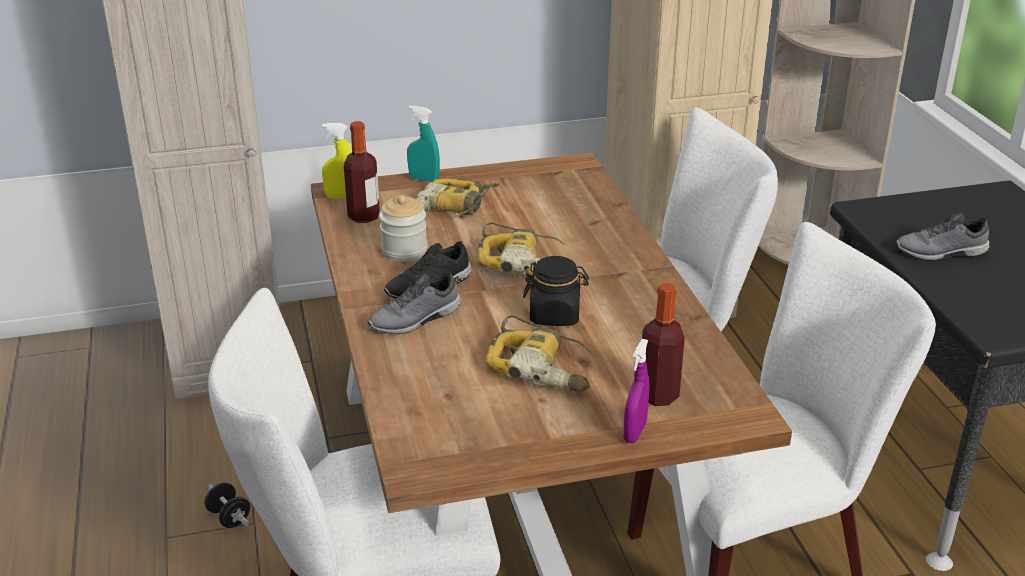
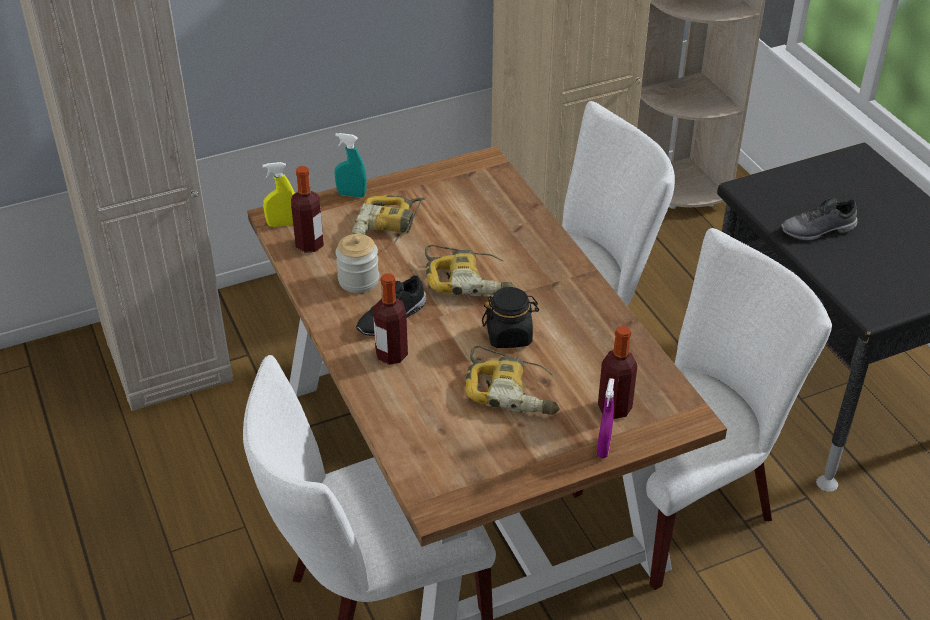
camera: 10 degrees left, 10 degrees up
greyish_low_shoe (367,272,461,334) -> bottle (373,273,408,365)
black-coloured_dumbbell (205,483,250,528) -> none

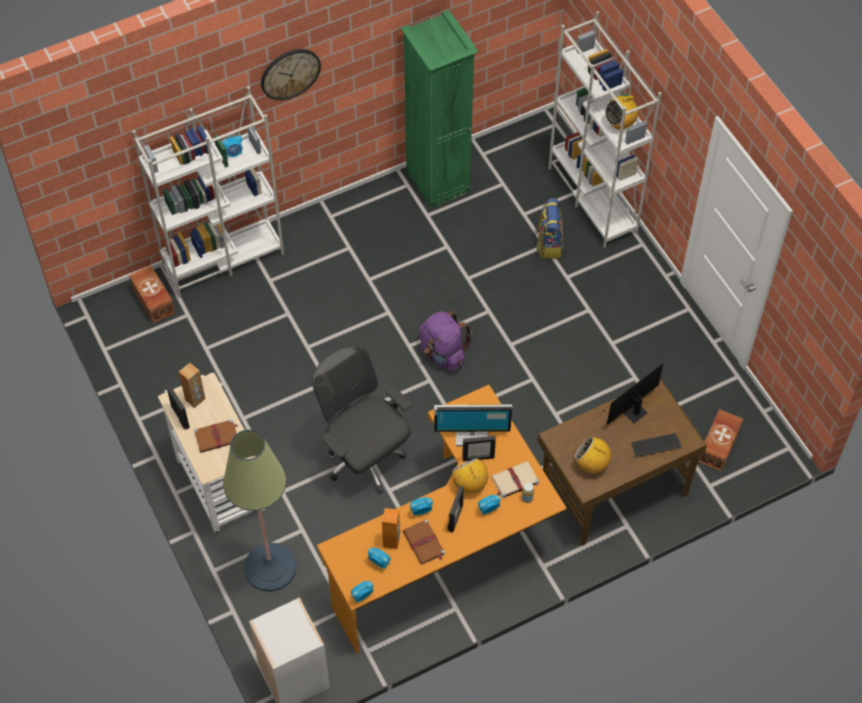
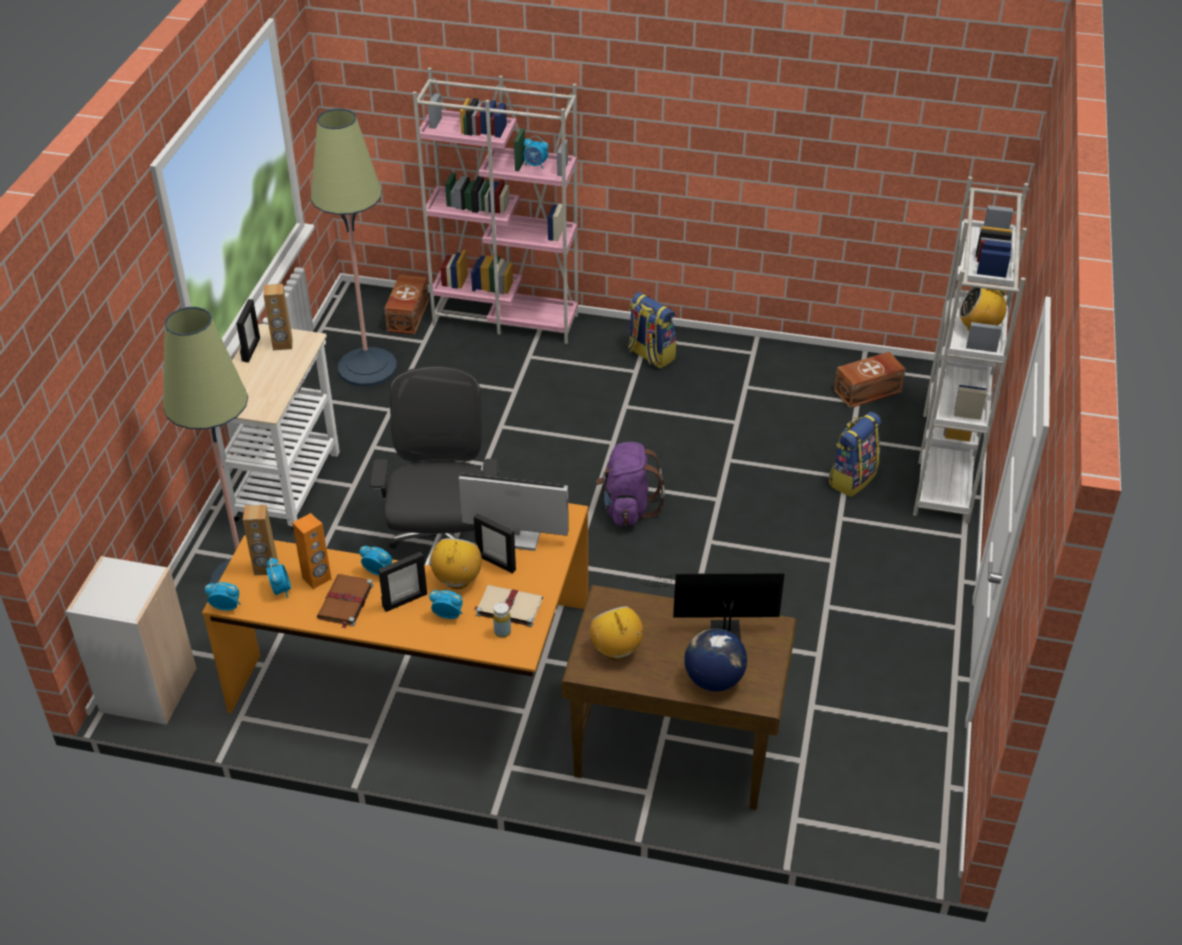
camera: 40 degrees right, 15 degrees down
green-coloured_cupboard (401,10,478,208) -> none
hanging_clock (261,49,321,100) -> none
white_bookcase (132,86,284,298) -> pink_bookcase (413,68,578,344)
computer_screen (434,405,512,447) -> computer_screen (459,473,569,551), 150 degrees clockwise
brownish_storage_box (698,409,743,471) -> brownish_storage_box (834,352,906,408), shifted
brownish_book (194,419,238,453) -> none
computer_keyboard (631,433,682,457) -> world_globe (684,628,747,691)
none -> standing_lamp (311,108,397,387)
none -> knapsack (628,292,676,369)
none -> brownish_speaker (243,505,278,575)

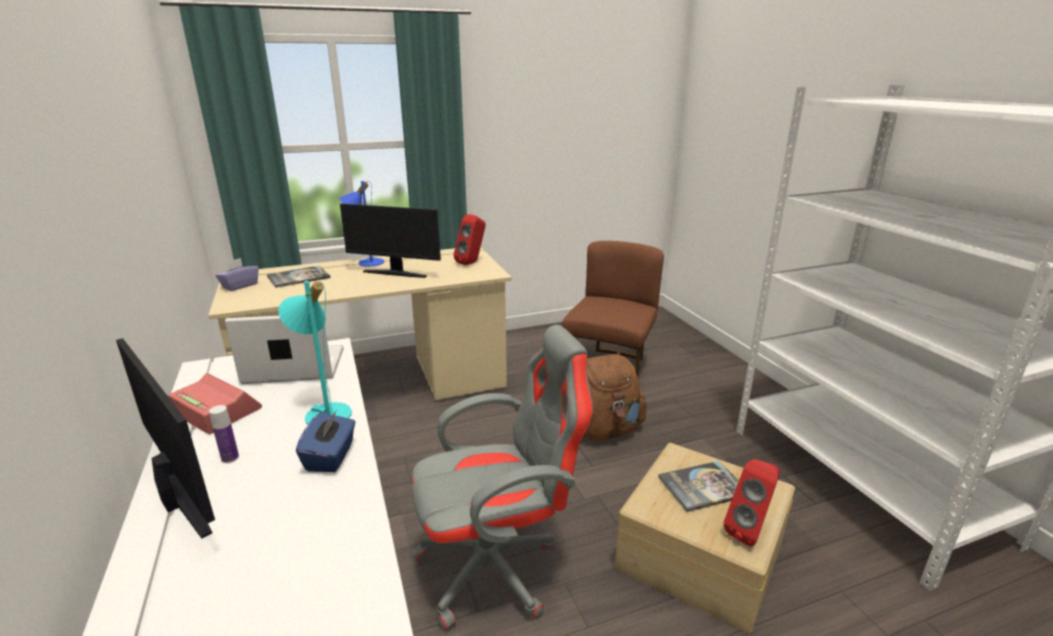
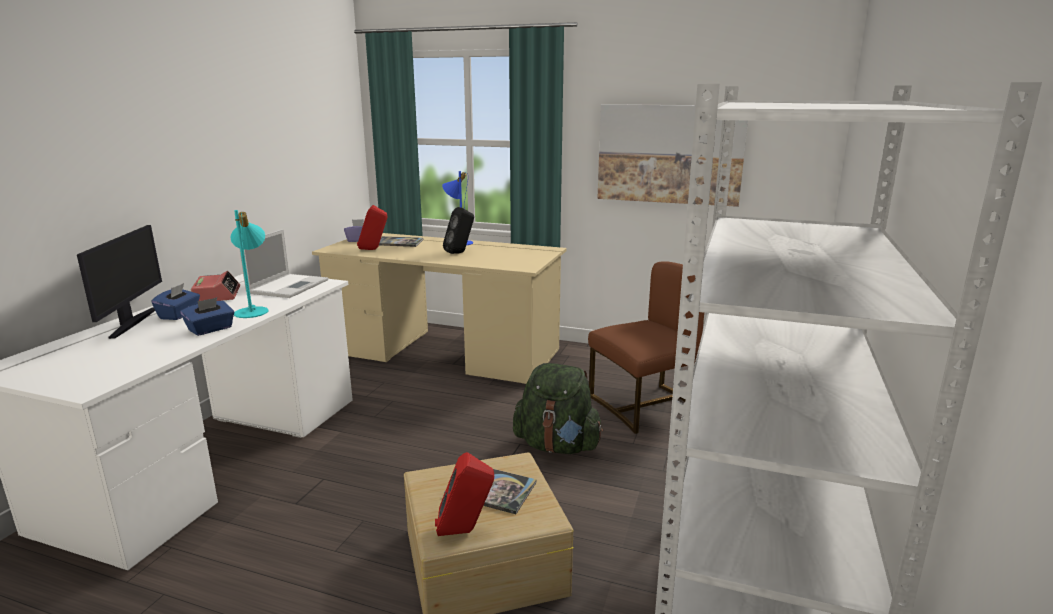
camera: 40 degrees right, 5 degrees down
computer_screen (340,204,441,278) -> black-coloured_speaker (443,207,474,254)
reddish_speaker (454,214,486,265) -> reddish_speaker (357,205,387,250), shifted
portable_computer (225,316,344,384) -> portable_computer (239,229,328,298), 75 degrees clockwise
greyish_office_chair (412,325,593,631) -> none
brownish_knapsack (584,354,647,441) -> green-coloured_knapsack (513,363,603,454)
bottle (209,405,239,463) -> bluish_box_of_tissues (152,283,200,320)
none -> wall_picture (597,104,748,207)

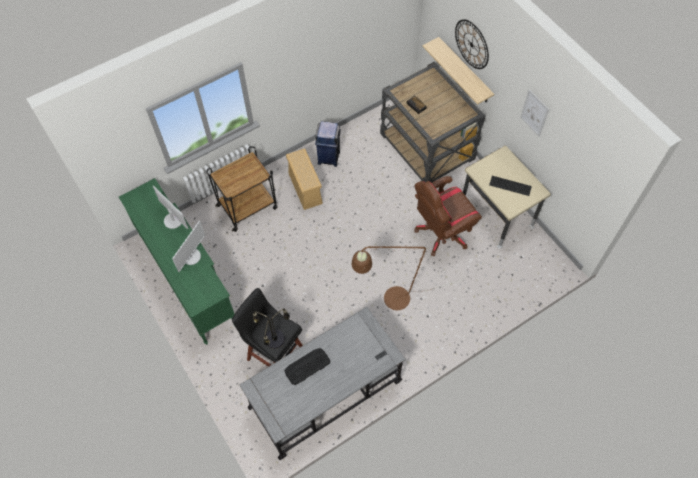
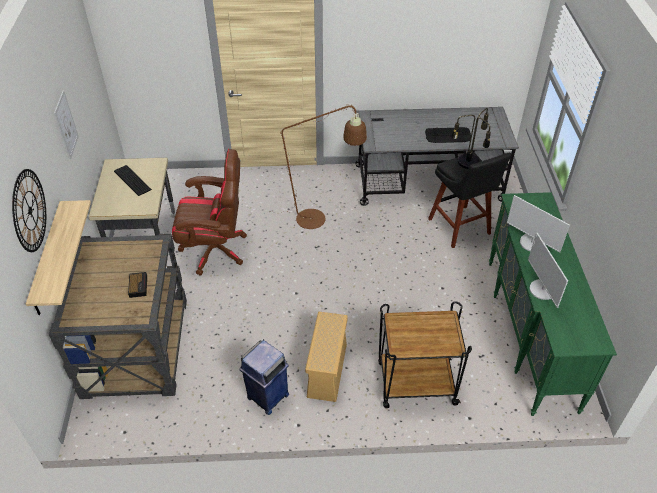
camera: 150 degrees left, 15 degrees down
computer_screen (172,221,205,272) -> computer_screen (507,195,570,252), 105 degrees counterclockwise

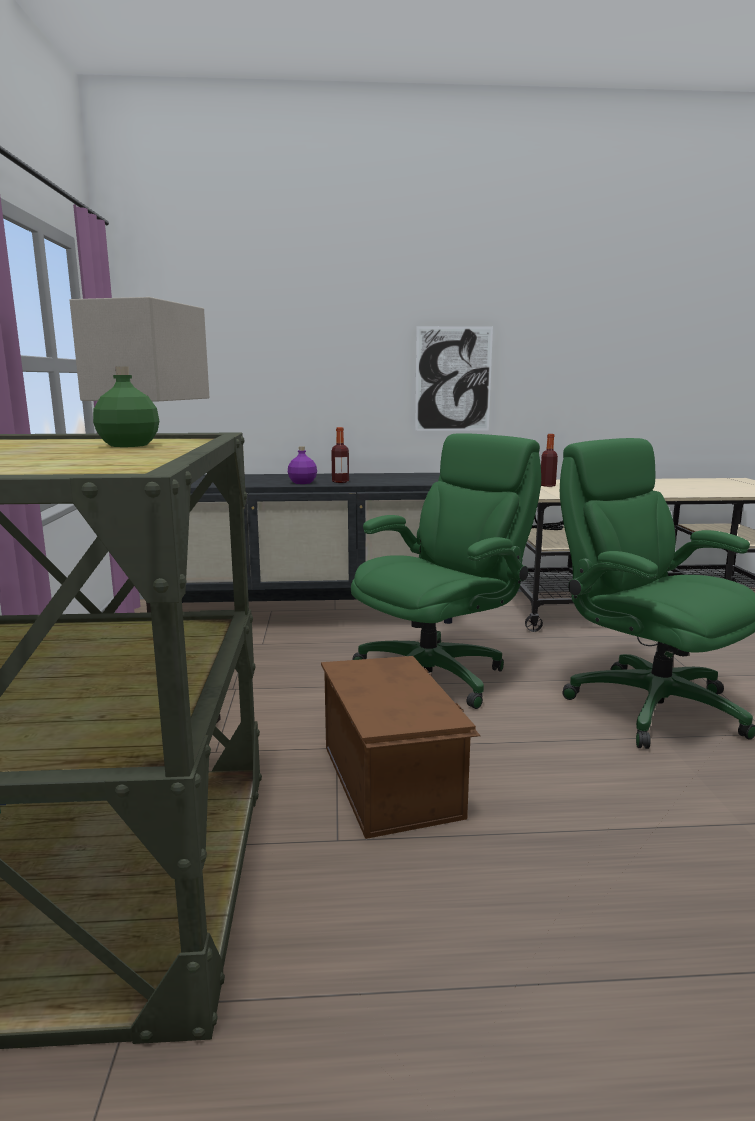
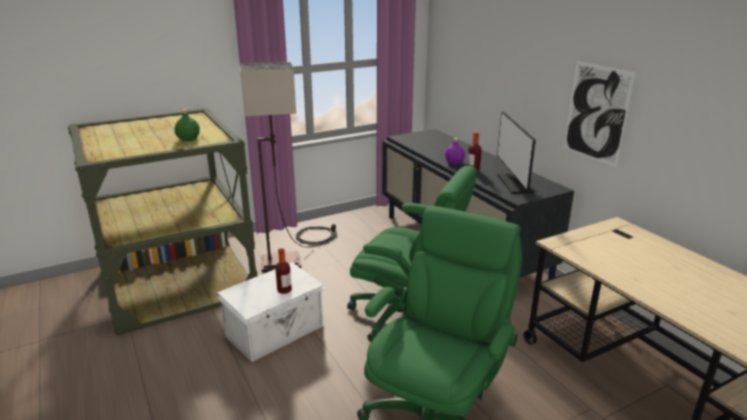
camera: 65 degrees right, 10 degrees up
bottle (541,434,558,487) -> bottle (275,248,292,294), shifted
brownish_storage_box (321,656,481,839) -> white_storage_box (217,262,326,362)
none -> computer_screen (497,111,536,194)

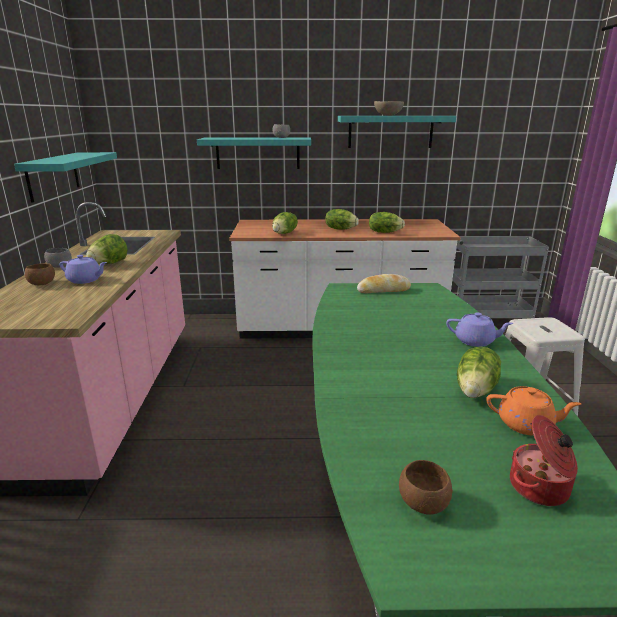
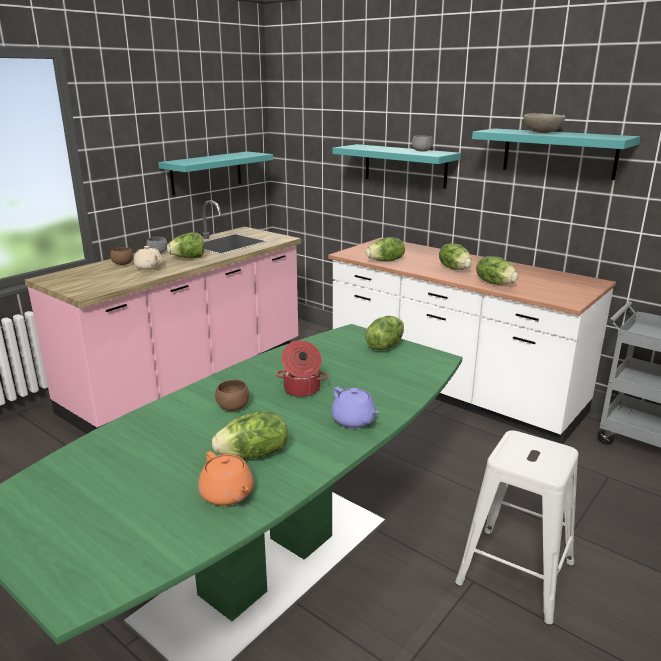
camera: 40 degrees right, 0 degrees up
purple_teapot (59,255,107,284) -> sand-coloured_teapot (134,246,163,270)
bread (357,274,411,293) -> lettuce_head (365,316,404,350)
saucepot (510,415,578,506) -> saucepot (276,340,328,397), shifted
brownish_serving_bowl (399,460,452,515) -> brownish_serving_bowl (215,379,249,411), shifted

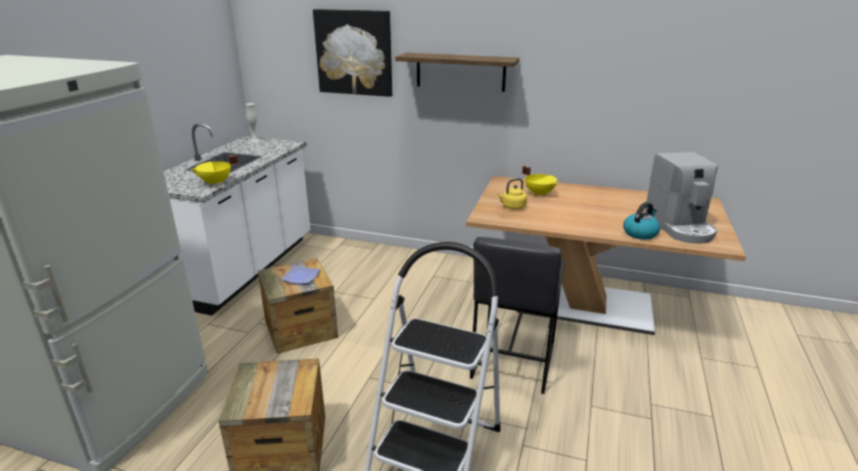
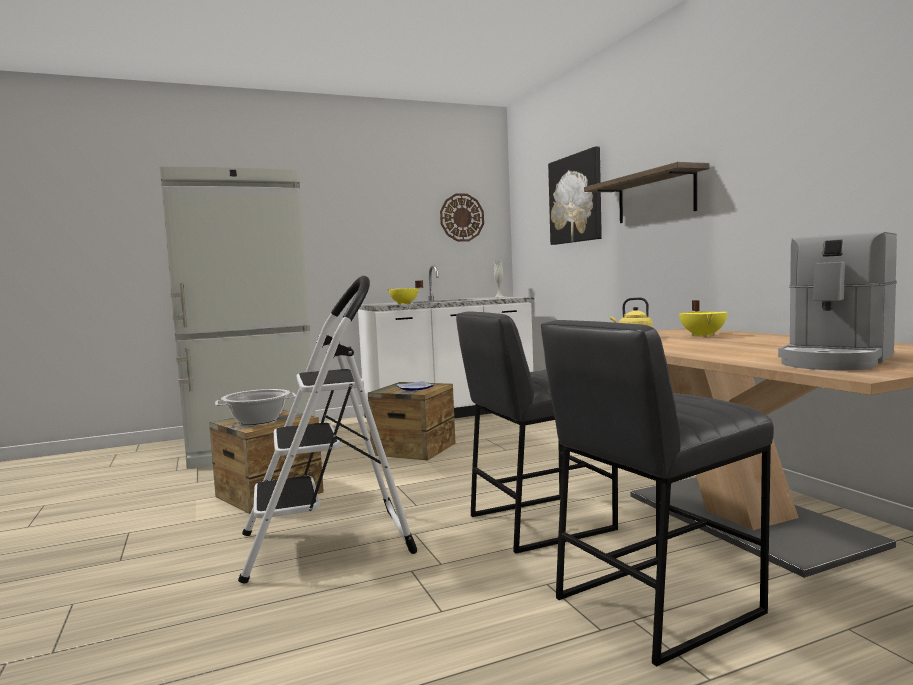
camera: 50 degrees right, 20 degrees down
kettle (623,202,660,240) -> none
none -> hanging_clock (440,194,484,242)
none -> greyish_stool (541,320,774,666)
none -> saucepot (215,389,296,425)

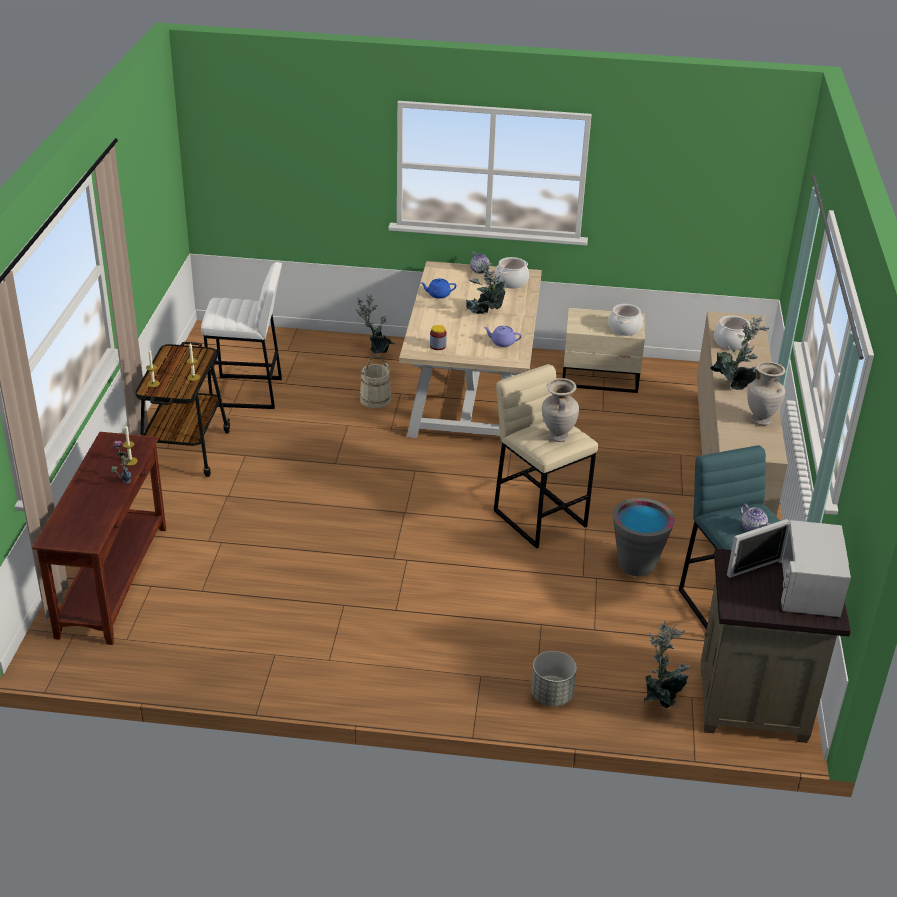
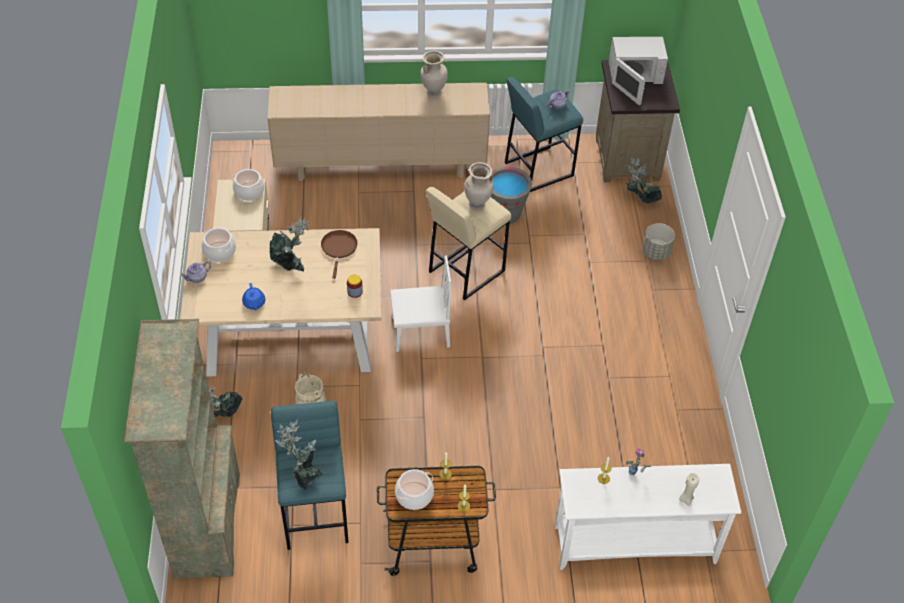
camera: 100 degrees left, 15 degrees up
white_stool (201,262,282,409) -> turquoise_stool (271,401,349,550)
saucepot (714,315,750,350) -> saucepot (395,469,434,510), shifted
plant_in_a_pot (711,317,769,390) -> plant_in_a_pot (275,419,323,490), shifted
purple_teapot (484,326,522,347) -> brownish_pan (321,230,357,279)
brownish_console_table (32,432,166,645) -> white_console_table (555,464,741,570)
none -> white_chair (390,256,451,352)
none -> green-coloured_bookcase (124,319,240,579)
none -> sand-coloured_wax_candle (679,473,699,507)

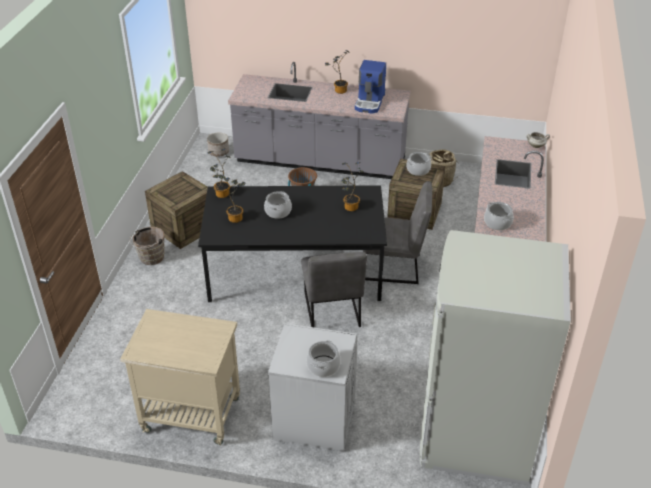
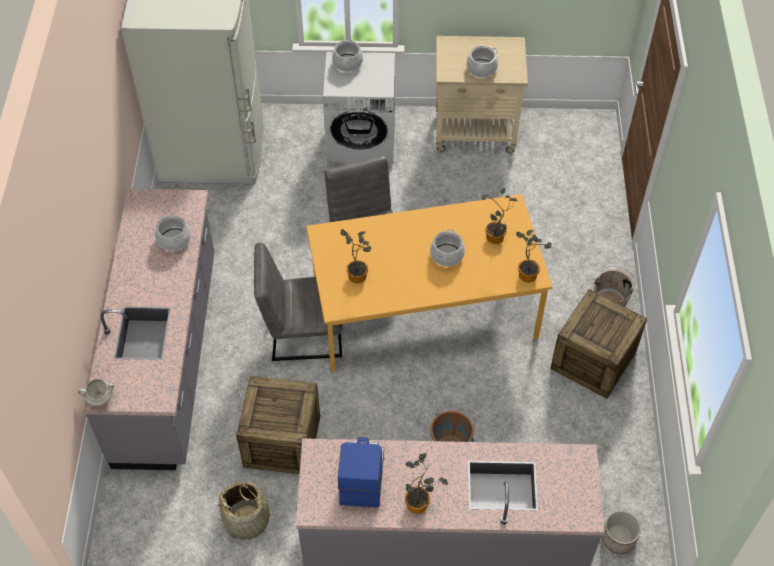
camera: 170 degrees right, 15 degrees up
saucepot (406,152,432,176) -> saucepot (467,45,498,78), shifted
black-coloured_dining_table (198,185,387,302) -> orangey_dining_table (306,194,553,372)

